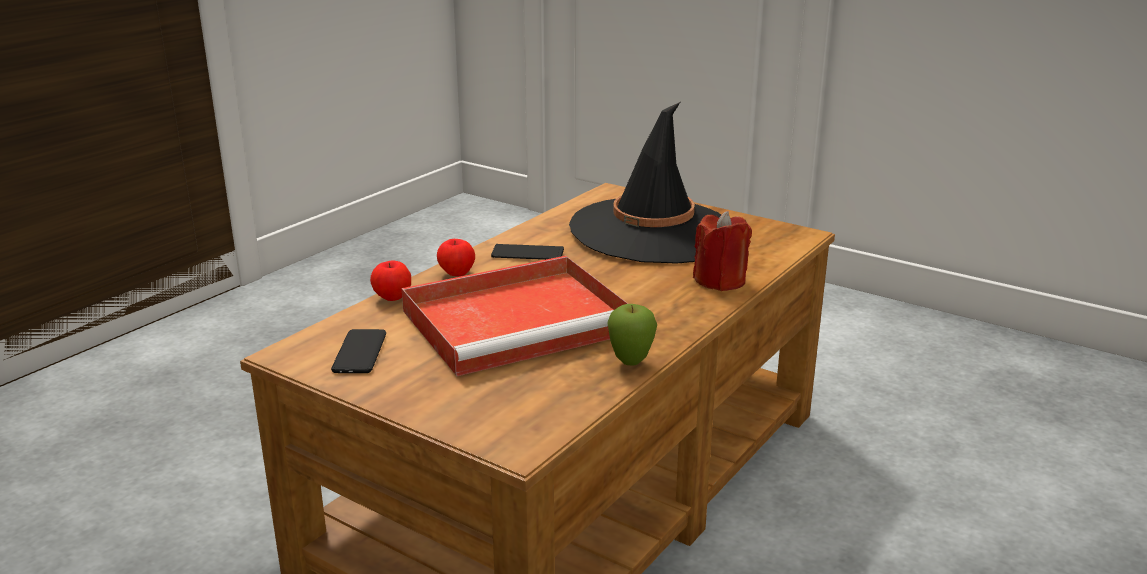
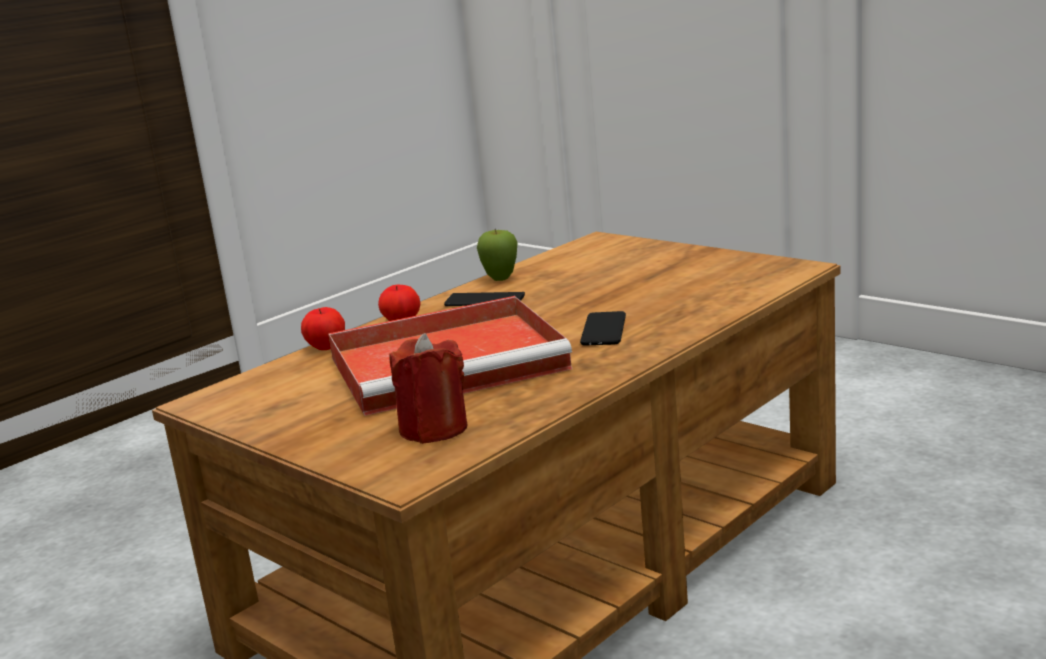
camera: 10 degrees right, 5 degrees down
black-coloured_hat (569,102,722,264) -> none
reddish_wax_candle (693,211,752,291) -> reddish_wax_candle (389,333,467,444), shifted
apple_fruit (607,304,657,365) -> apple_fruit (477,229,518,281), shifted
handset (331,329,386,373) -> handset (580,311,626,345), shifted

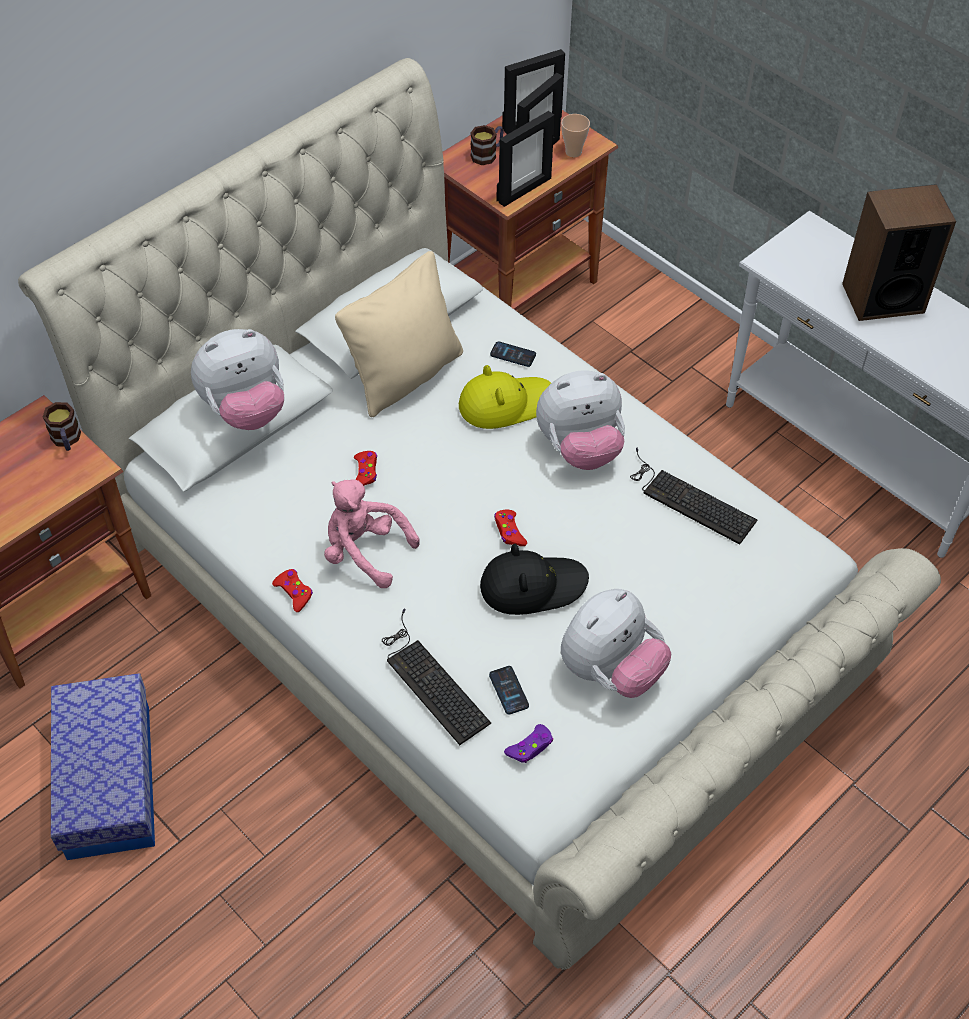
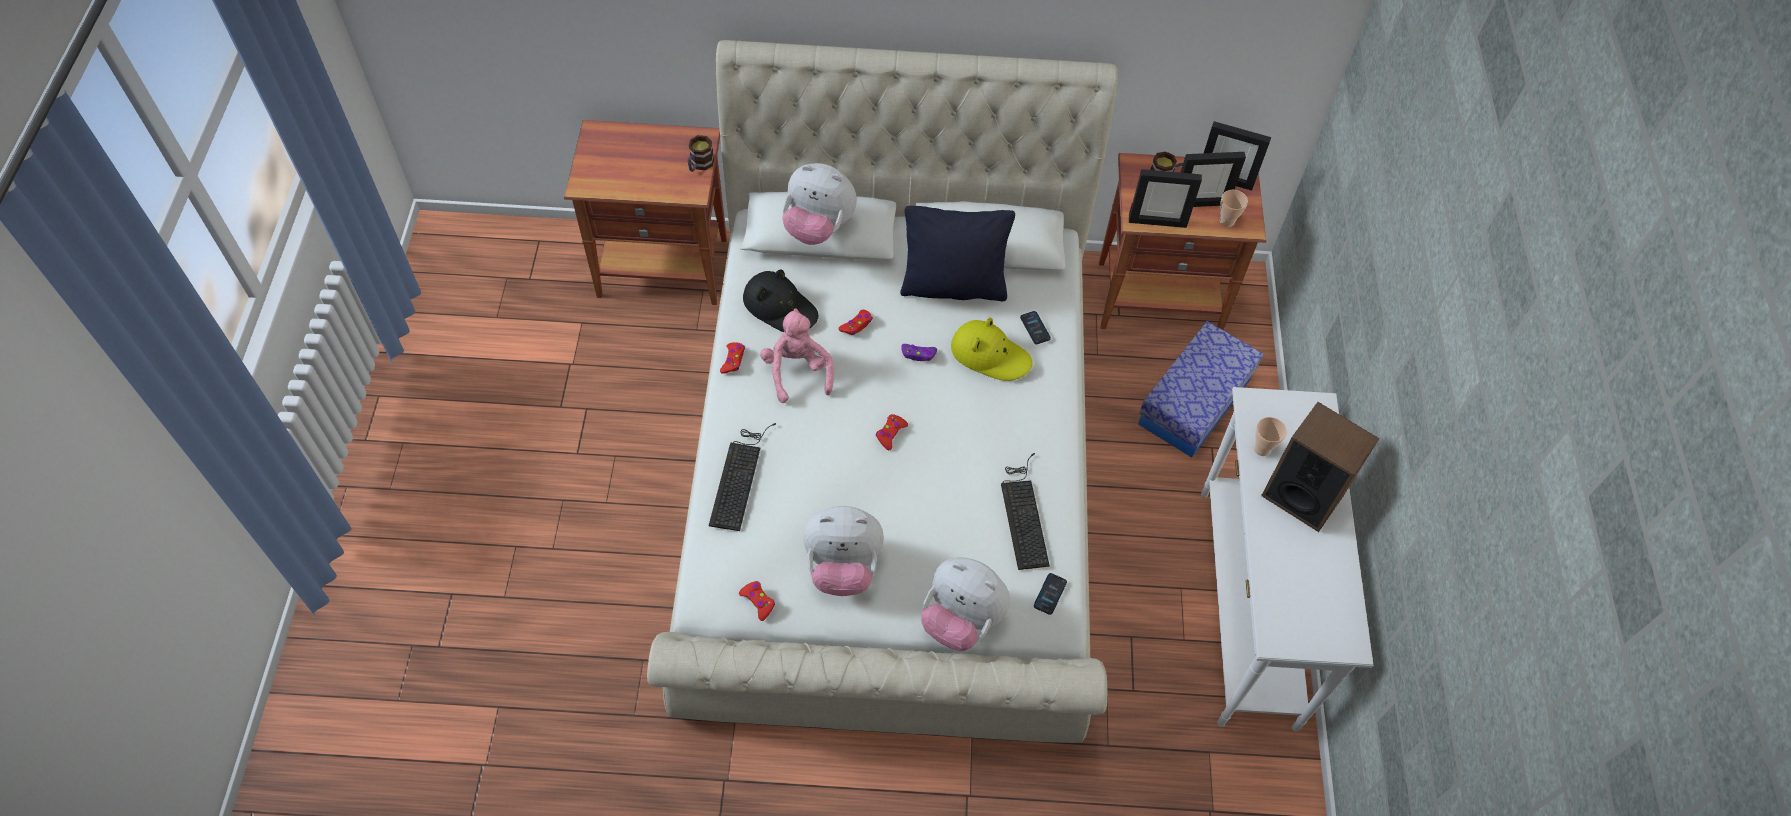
camera: 45 degrees right, 5 degrees up
sand-coloured_cushion (335,251,463,417) -> black-coloured_cushion (900,206,1015,301)
plush_toy (536,370,625,470) -> plush_toy (921,557,1010,651), shifted
black-coloured_hat (480,544,589,615) -> black-coloured_hat (743,270,819,332), shifted
handset (489,666,529,714) -> handset (1034,573,1067,615), shifted
storage_box (51,673,155,860) -> storage_box (1138,321,1264,458), shifted
purple_gamepad (504,724,553,763) -> purple_gamepad (901,344,937,361), shifted
none -> drinking_cup (1254,417,1287,456)
none -> reddish_gamepad (739,581,775,621)

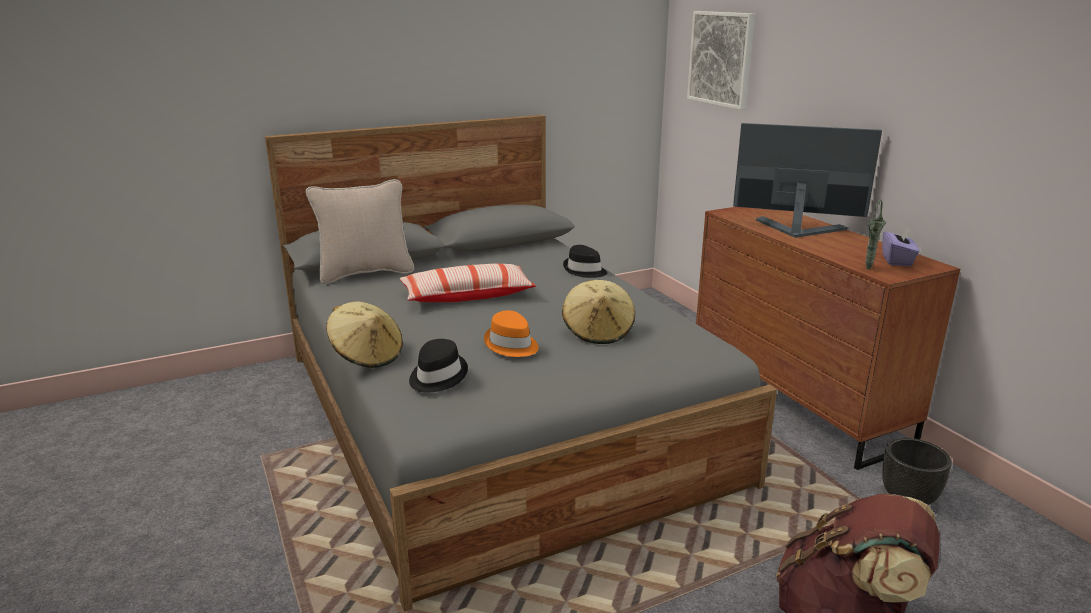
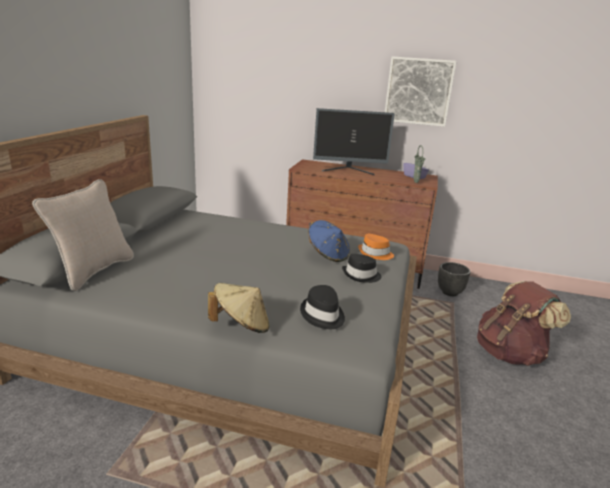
camera: 50 degrees left, 0 degrees up
wall_picture (687,11,755,110) -> wall_picture (385,57,457,127), shifted
computer_screen (733,123,882,238) -> computer_screen (313,108,395,175), 150 degrees counterclockwise
black-coloured_hat (563,245,607,278) -> black-coloured_hat (342,254,382,283), shifted
cushion (400,264,536,302) -> none
sand-coloured_hat (562,280,635,344) -> bluish_hat (308,220,350,262)
orangey_hat (484,310,539,357) -> orangey_hat (358,234,394,260), shifted

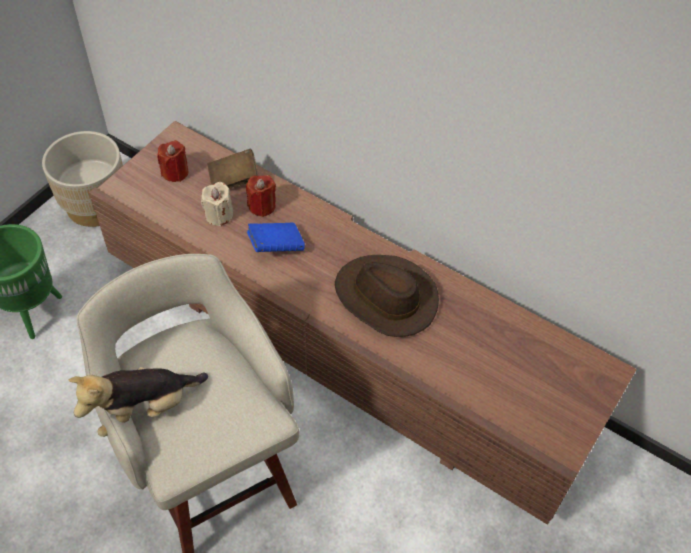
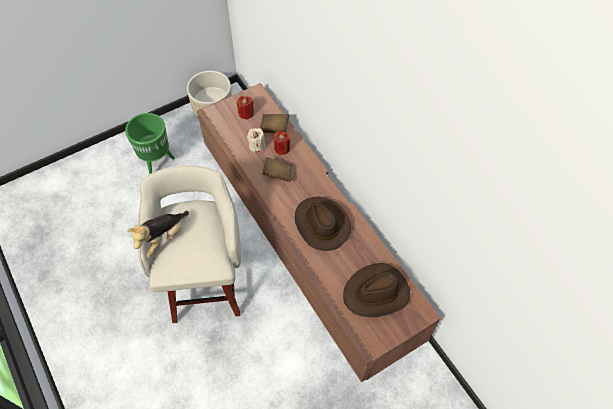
camera: 25 degrees right, 5 degrees up
bluish_book (247,223,305,252) -> brownish_book (262,157,293,182)
plush_toy (69,367,208,437) -> plush_toy (127,211,189,257), 45 degrees counterclockwise
none -> brownish_hat (343,263,410,317)

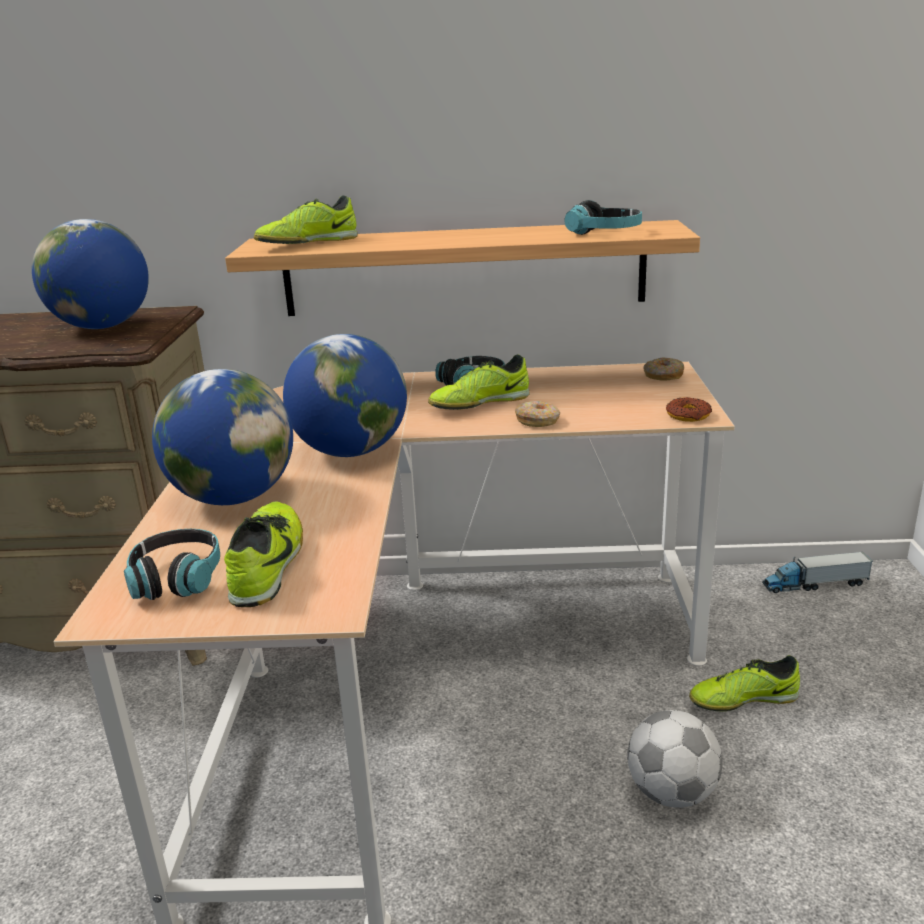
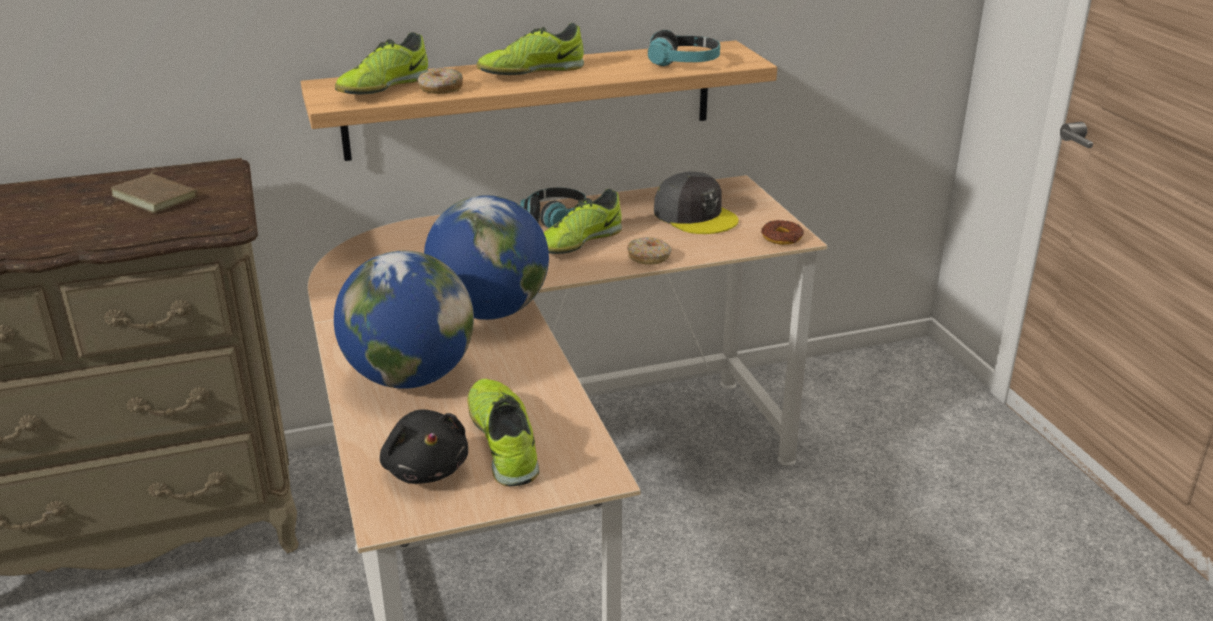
camera: 20 degrees left, 5 degrees up
world_globe (32,219,149,329) -> brownish_book (111,170,198,213)
ring_doughnut (643,358,684,381) -> ring_doughnut (417,68,463,94), shifted
pair_of_headphones (124,529,220,600) -> black-coloured_plush_toy (380,409,468,484)
toy_lorry (762,552,873,593) -> none
low_shoe (689,655,800,711) -> low_shoe (477,23,584,75), shifted
football_ball (627,710,723,808) -> none
none -> greyish_cap (654,171,739,234)

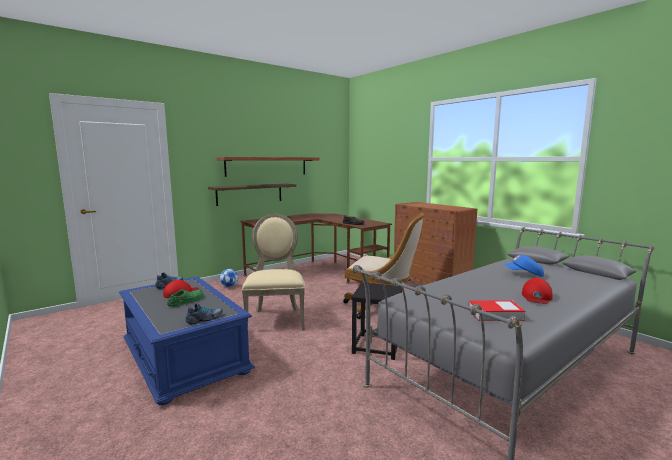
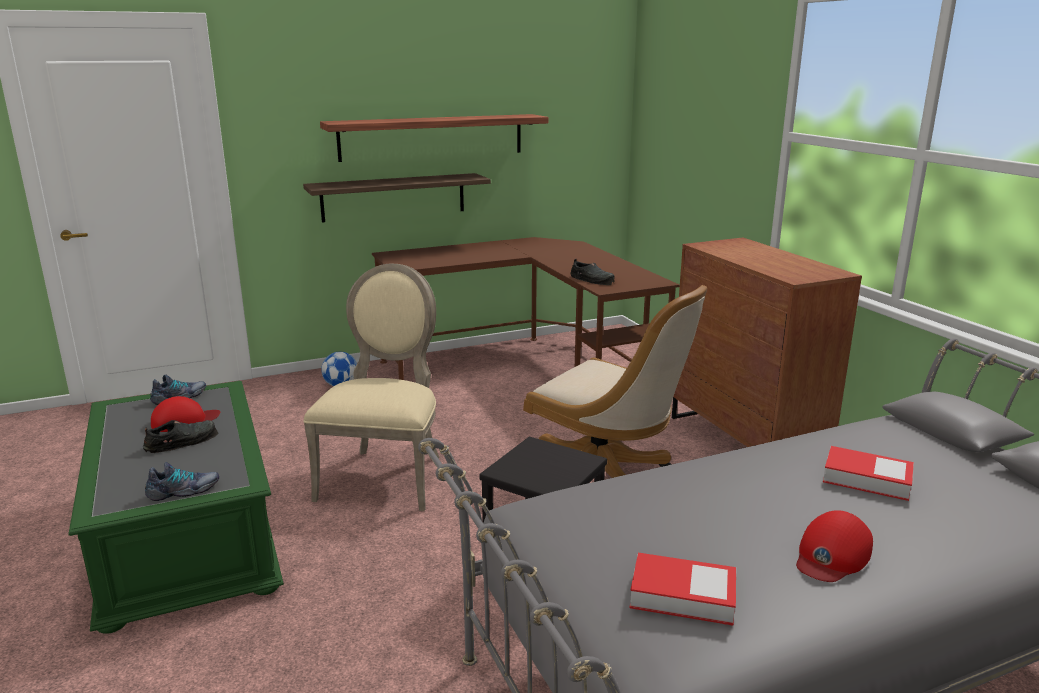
camera: 15 degrees right, 10 degrees up
bluish_cap (504,255,544,277) -> book (823,446,914,501)
bluish_low_table (119,276,255,405) -> green-coloured_low_table (68,381,284,634)
green-coloured_low_shoe (167,289,204,307) -> black-coloured_low_shoe (143,420,218,453)

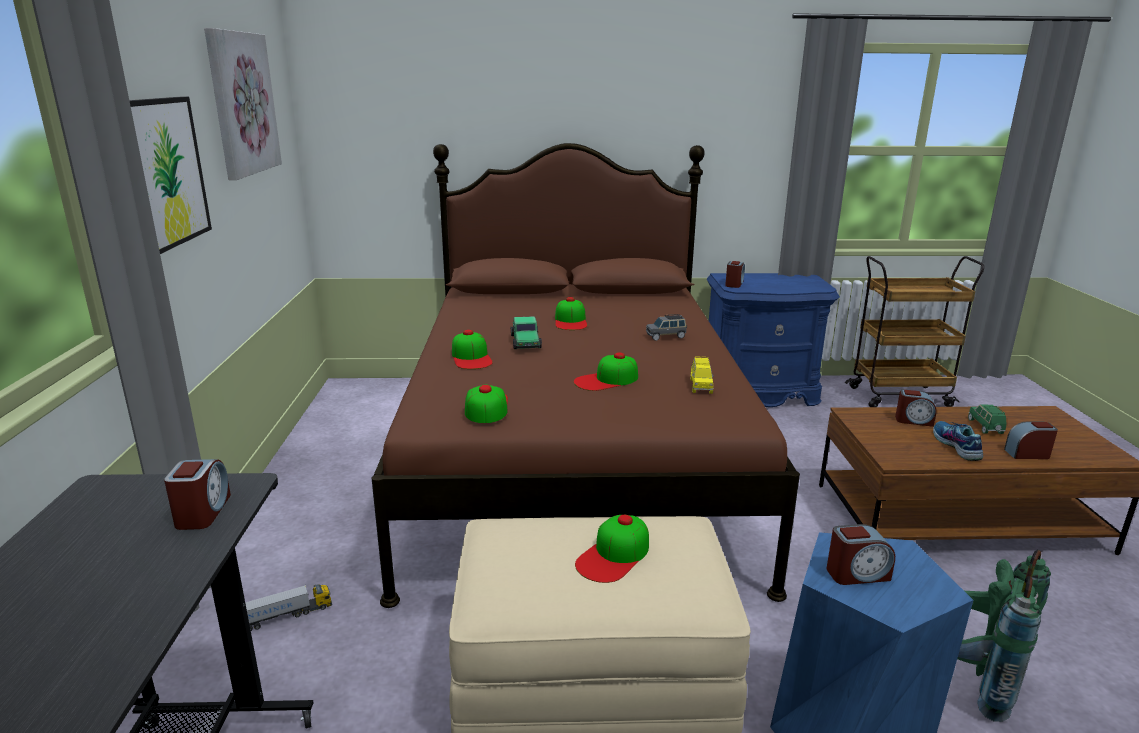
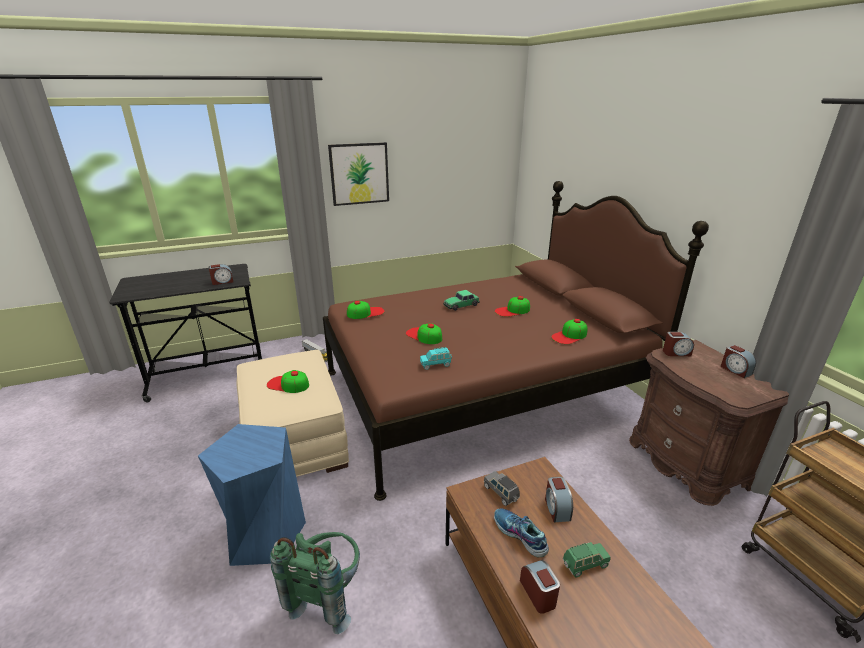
camera: 70 degrees right, 5 degrees up
wall_picture (204,28,282,180) -> none
bluish_nightstand (706,273,840,407) -> brownish_nightstand (629,340,789,506)
greyish_toy_car (646,314,687,341) -> greyish_toy_car (484,471,520,506), shifted
cap (452,330,493,369) -> cap (551,319,588,344), shifted
yellow-coloured_toy_car (690,356,714,394) -> turquoise_toy_car (420,347,452,370)
low_shoe (933,421,983,461) -> low_shoe (494,509,549,557), 105 degrees counterclockwise
bedside_clock (827,524,895,585) -> bedside_clock (721,345,756,378), shifted

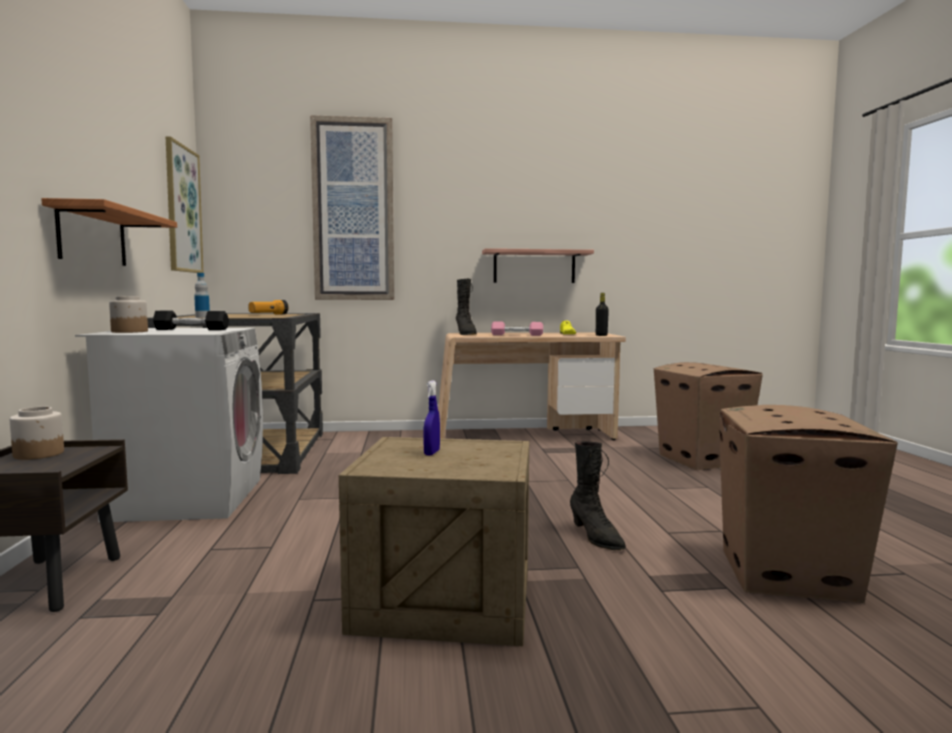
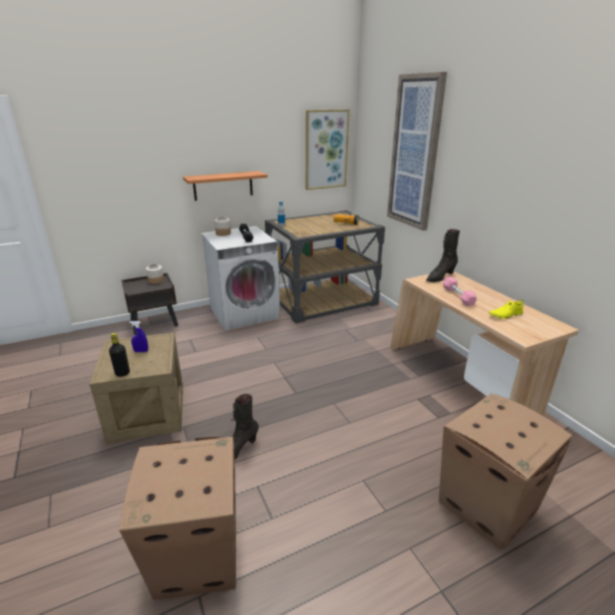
camera: 70 degrees right, 20 degrees up
wall_shelf (482,248,594,283) -> none
black-coloured_bottle (596,293,609,336) -> black-coloured_bottle (109,333,130,377), shifted

